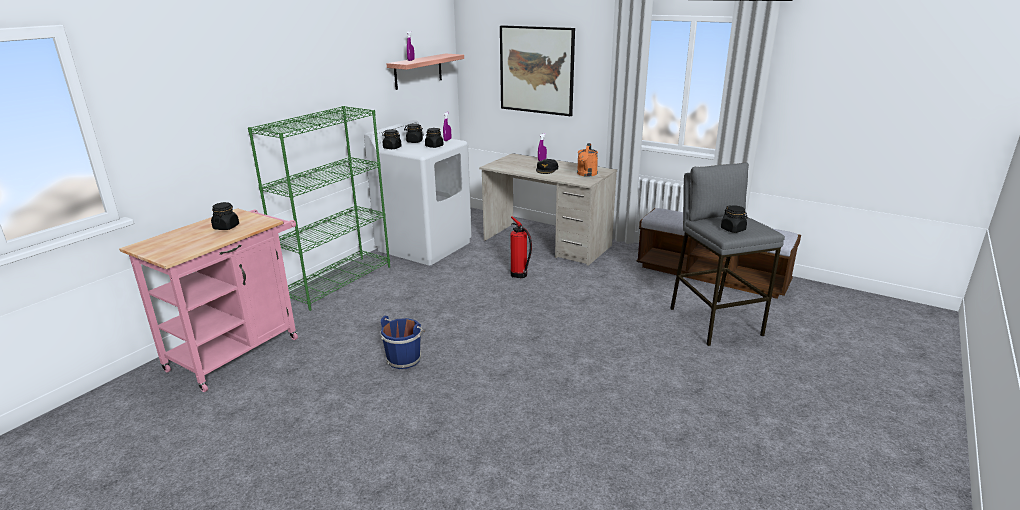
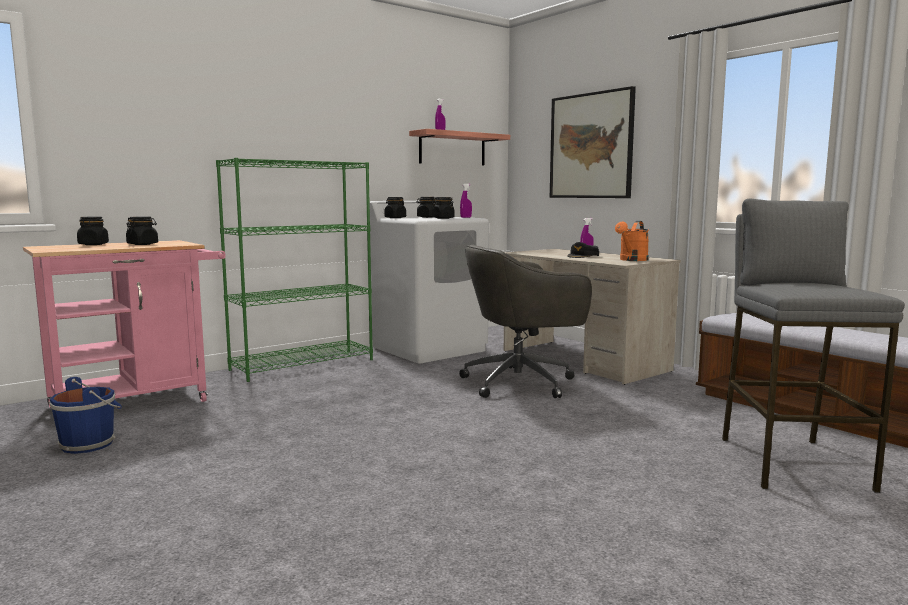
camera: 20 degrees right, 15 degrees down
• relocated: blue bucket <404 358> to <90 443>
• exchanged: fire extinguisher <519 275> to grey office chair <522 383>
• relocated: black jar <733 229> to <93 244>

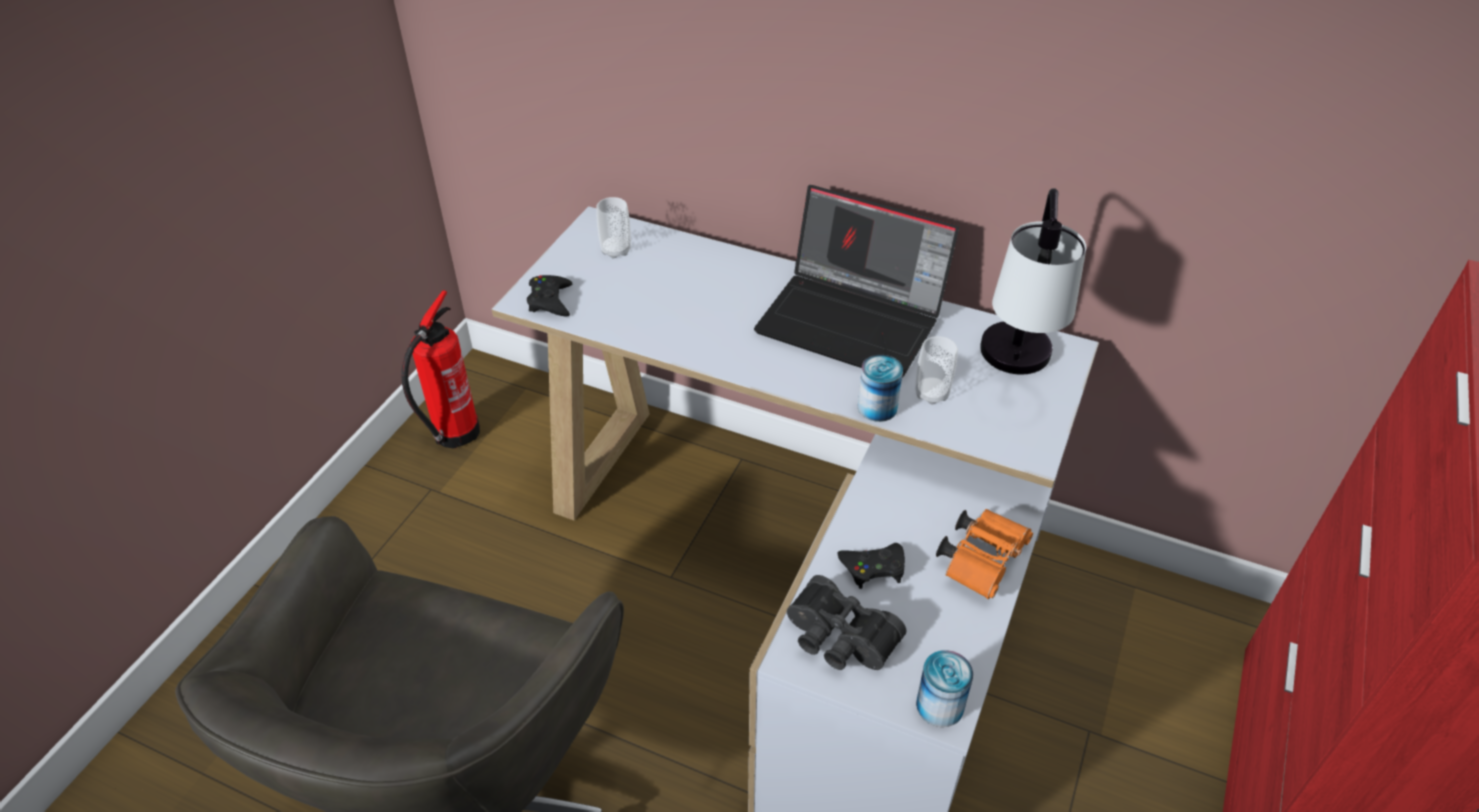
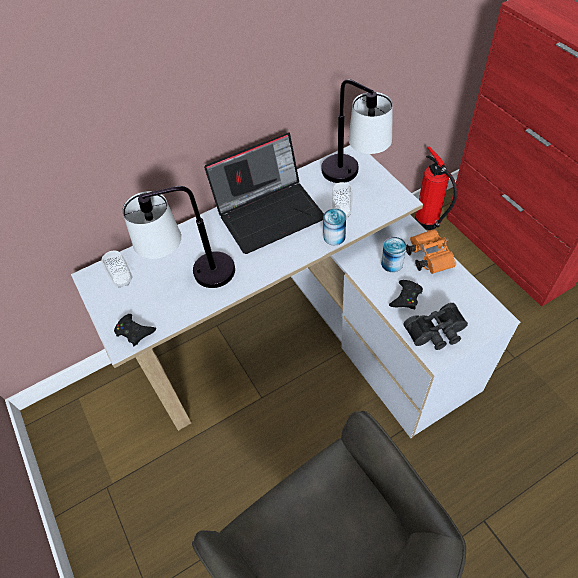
camera: 50 degrees left, 10 degrees up
• relocated: fire extinguisher <453 435> to <428 223>
• relocated: can <940 705> to <392 263>
• appeared: table lamp <195 278>

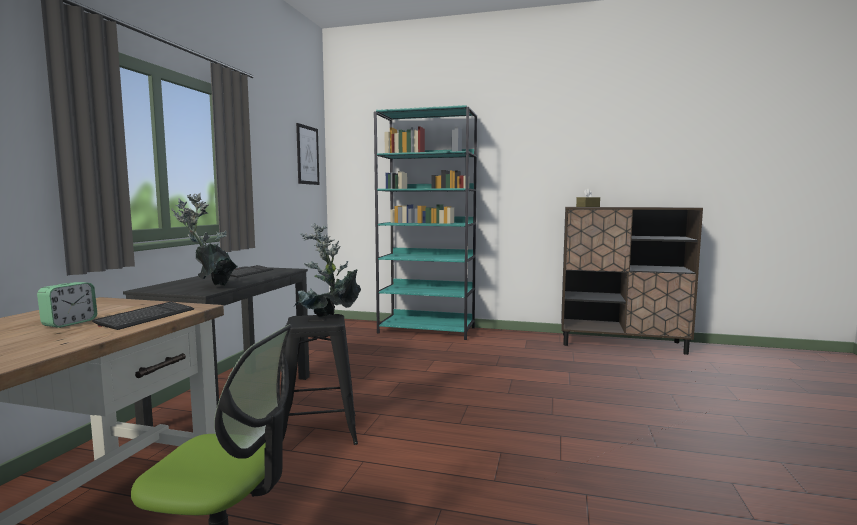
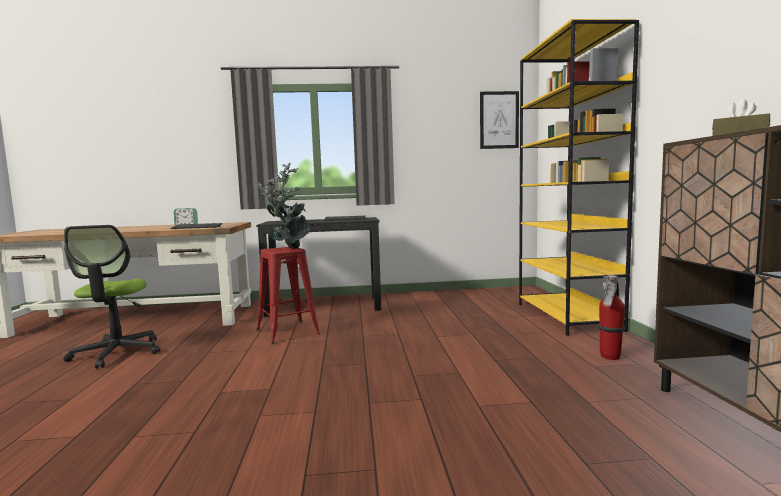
camera: 70 degrees right, 0 degrees up
• colour: black stool <319 432> to red stool <287 331>
• colour: turquoise bookcase <427 330> to yellow bookcase <568 316>
• appeared: fire extinguisher <610 357>

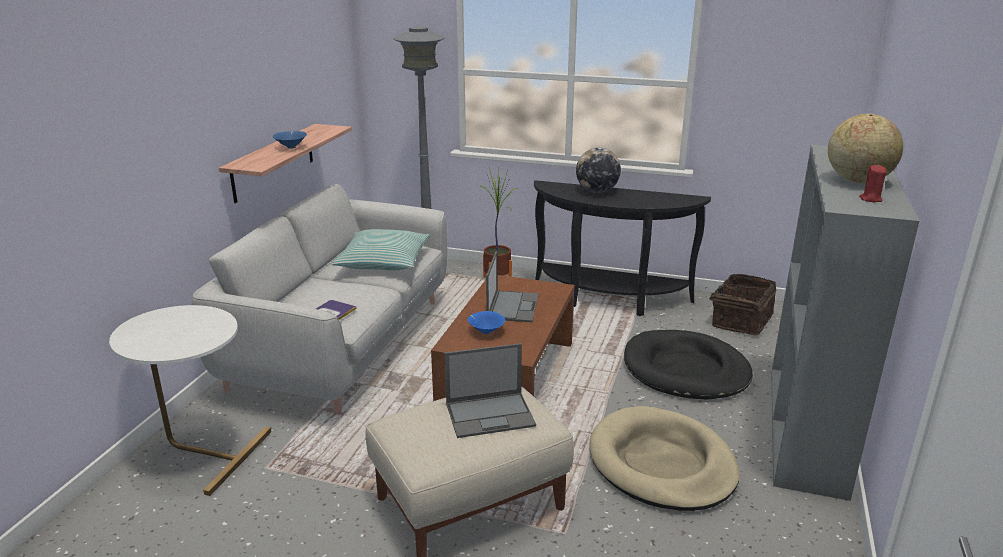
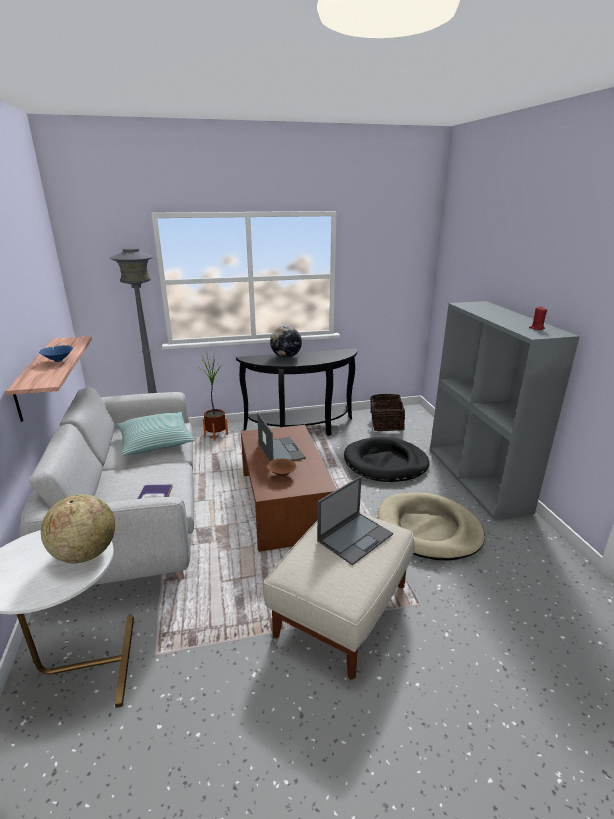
camera: 30 degrees left, 0 degrees up
• colour: blue bowl <485 331> to brown bowl <281 475>
• relocated: globe <857 181> to <85 553>

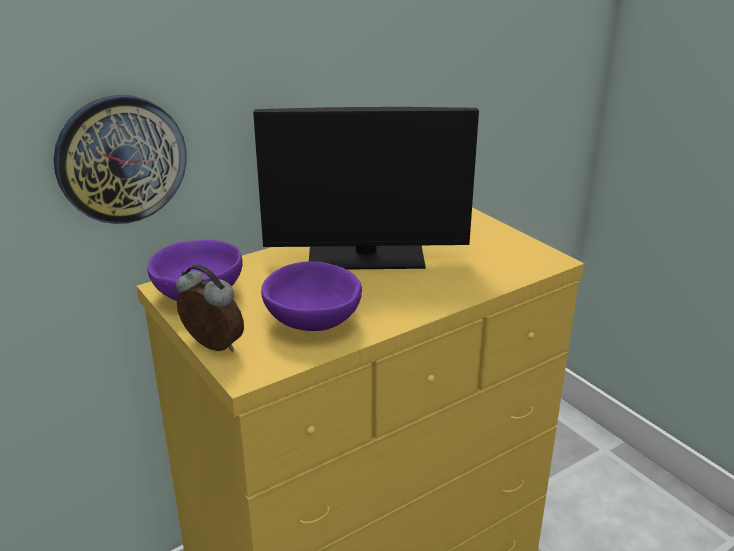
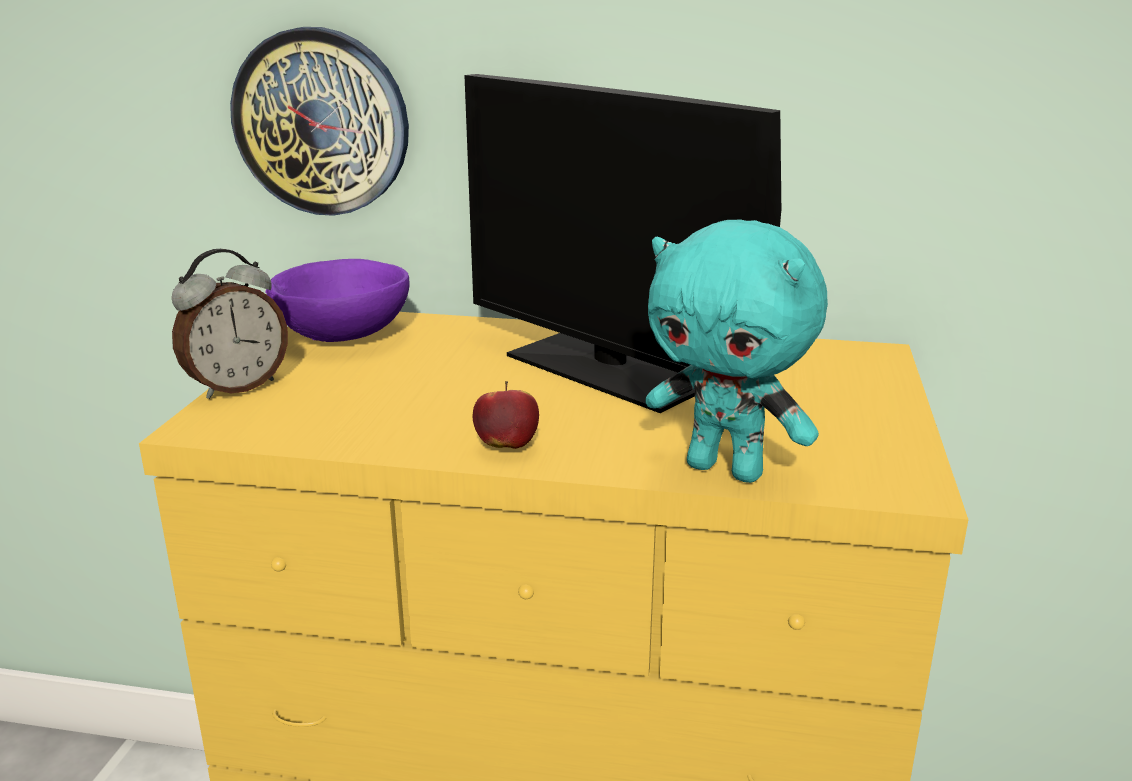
camera: 45 degrees right, 5 degrees down
• spun: alarm clock <212 347> = <237 387> 60 degrees clockwise
• missing: purple bowl <312 322>
• appeared: apple <506 446>
• appeared: turquoise plush toy <727 469>

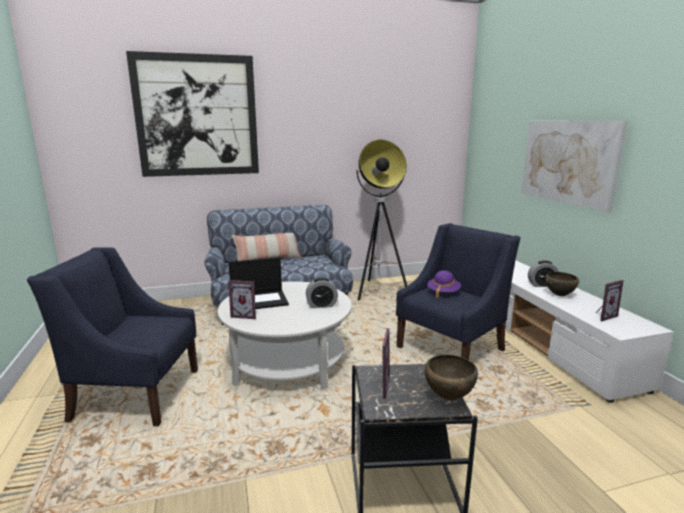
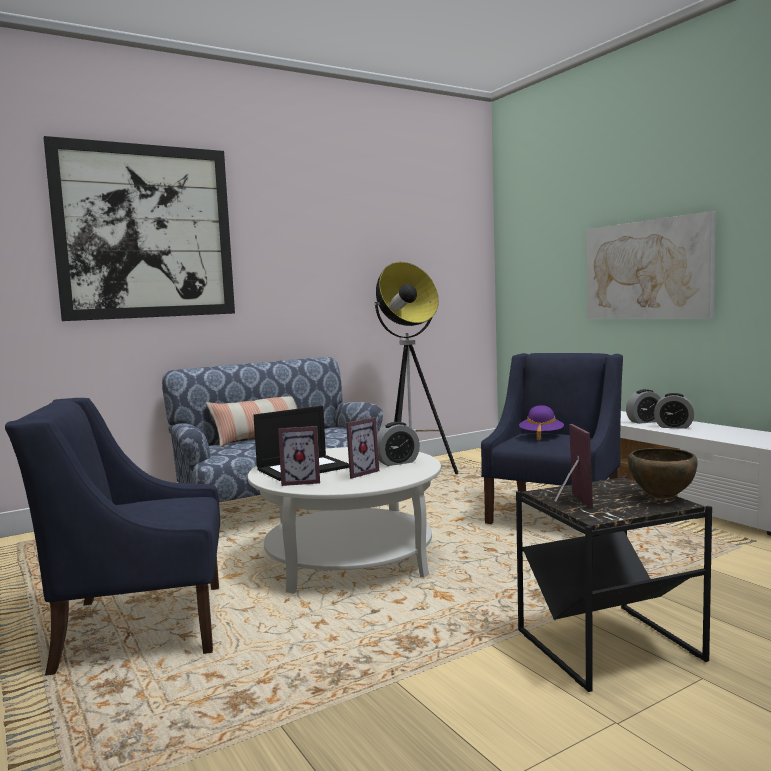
camera: 15 degrees left, 10 degrees down
• exchanged: brown bowl <559 295> to alarm clock <673 427>
• relocated: picture frame <602 316> to <358 473>

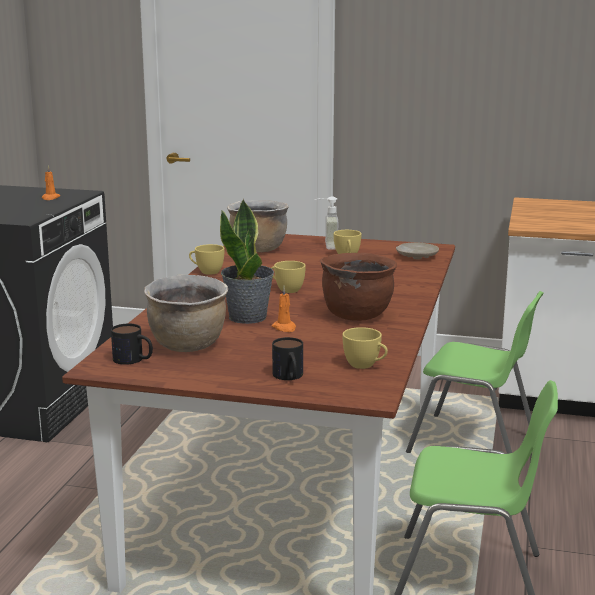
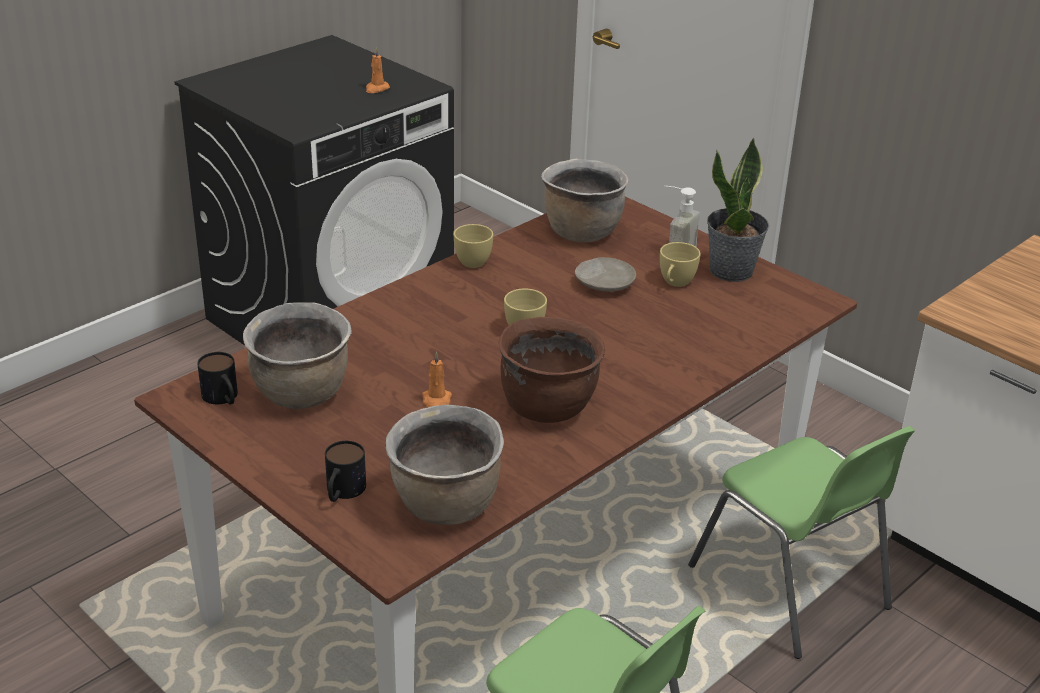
camera: 30 degrees right, 15 degrees up
• relocated: potted plant <248 317> to <732 271>
• exchanged: yellow cup <365 366> to brown cooking pot <446 506>
• relocated: beige plate <416 256> to <604 283>

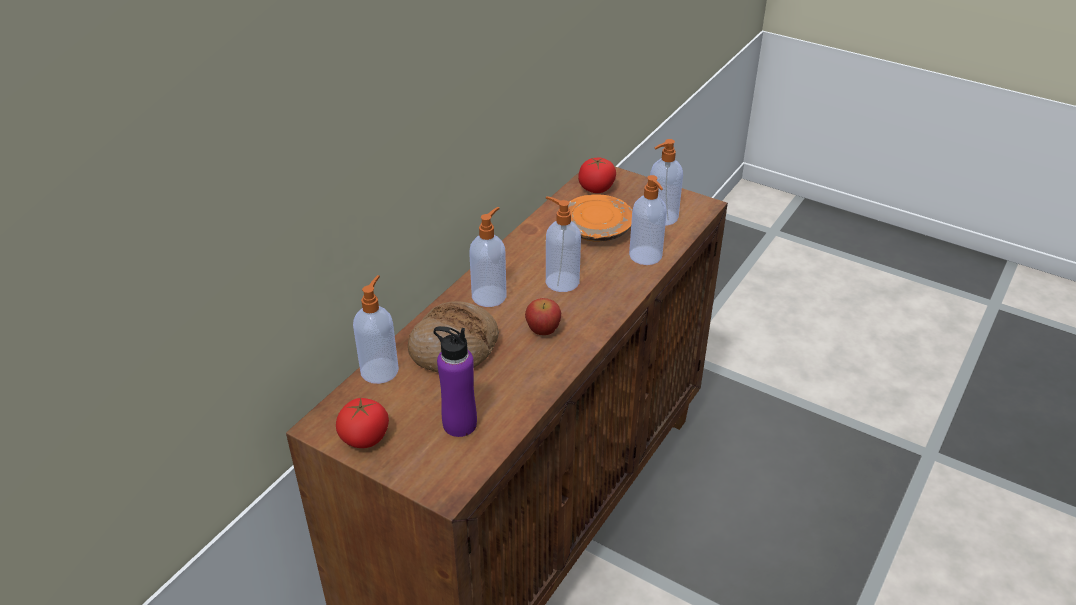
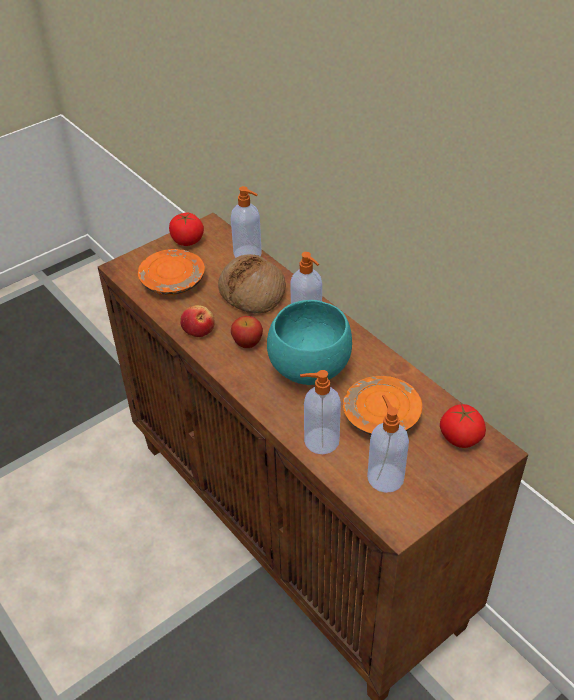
camera: 110 degrees right, 5 degrees up
• exchanged: purple bottle <459 424> to orange plate <173 281>
• exchanged: soap dispenser <561 281> to turquoise bowl <307 369>
• appeared: apple <199 330>

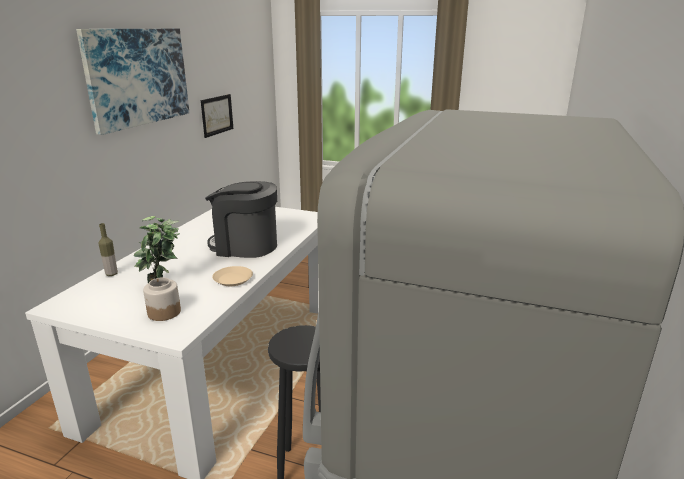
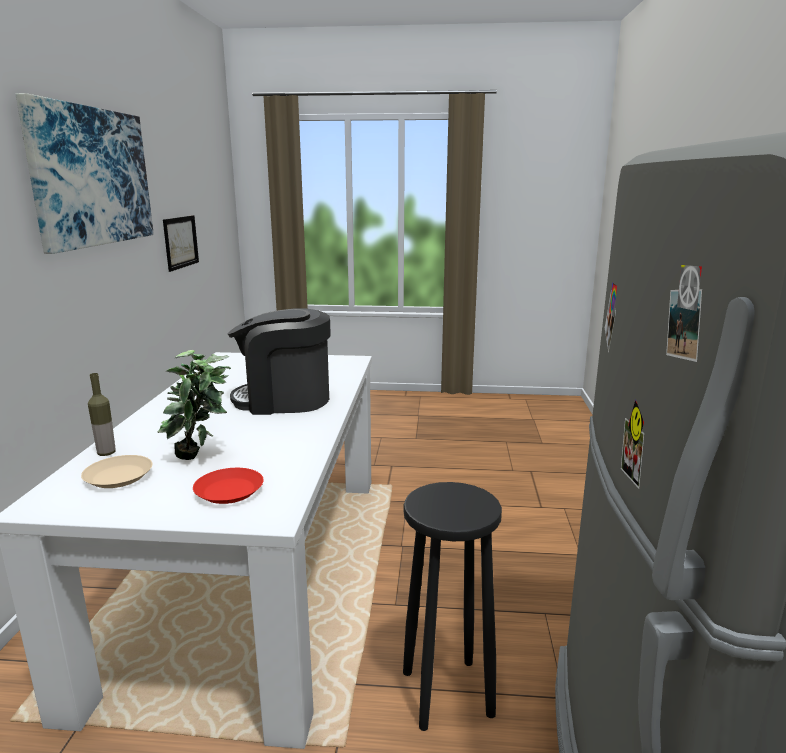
camera: 15 degrees left, 5 degrees down
• exchanged: jar <164 312> to red plate <228 491>
• relocated: beige plate <233 279> to <118 477>

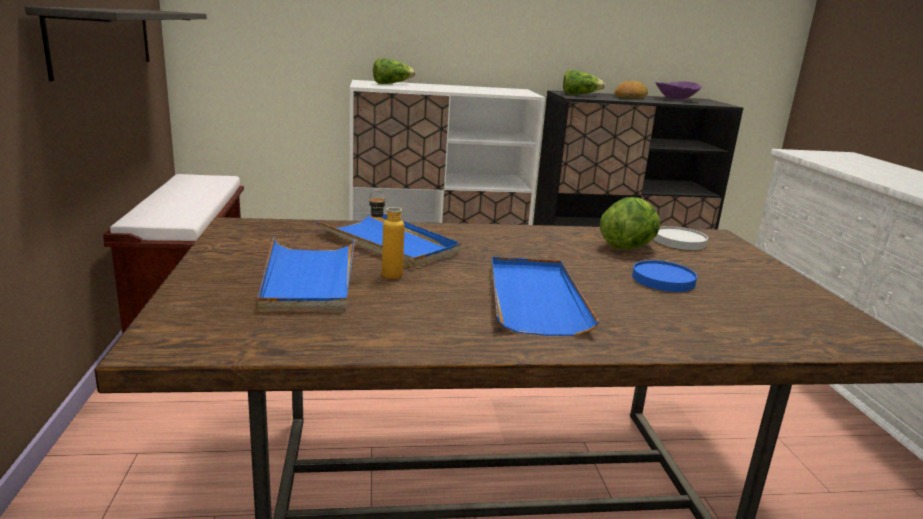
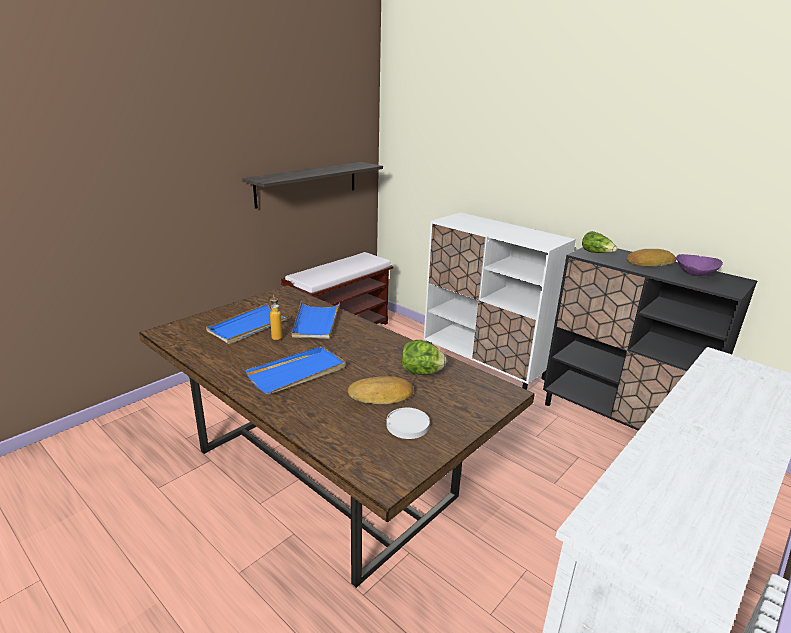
camera: 50 degrees right, 5 degrees up
• missing: lettuce <391 84>
• exchanged: blue plate <663 280> to bread <381 396>
• relocated: white plate <679 241> to <407 425>

